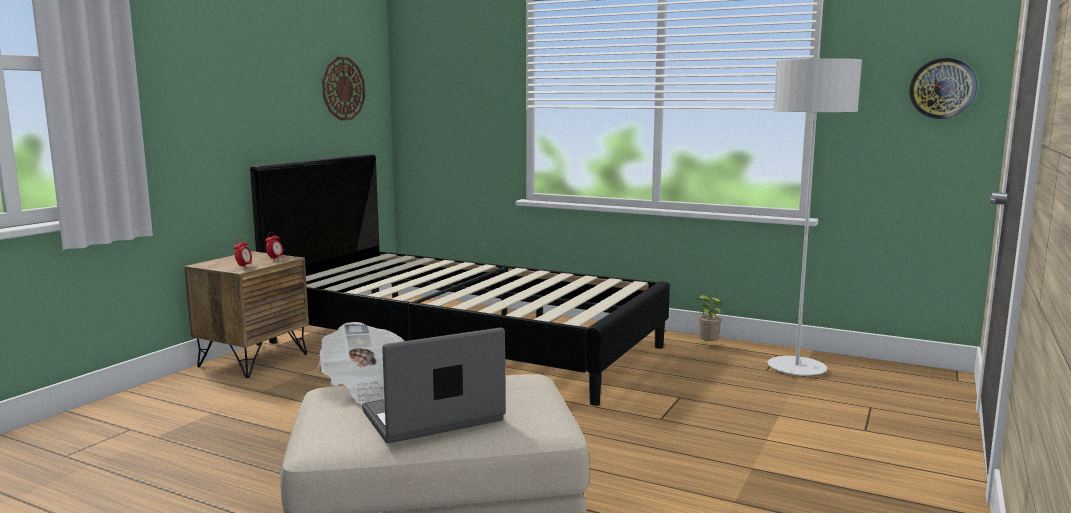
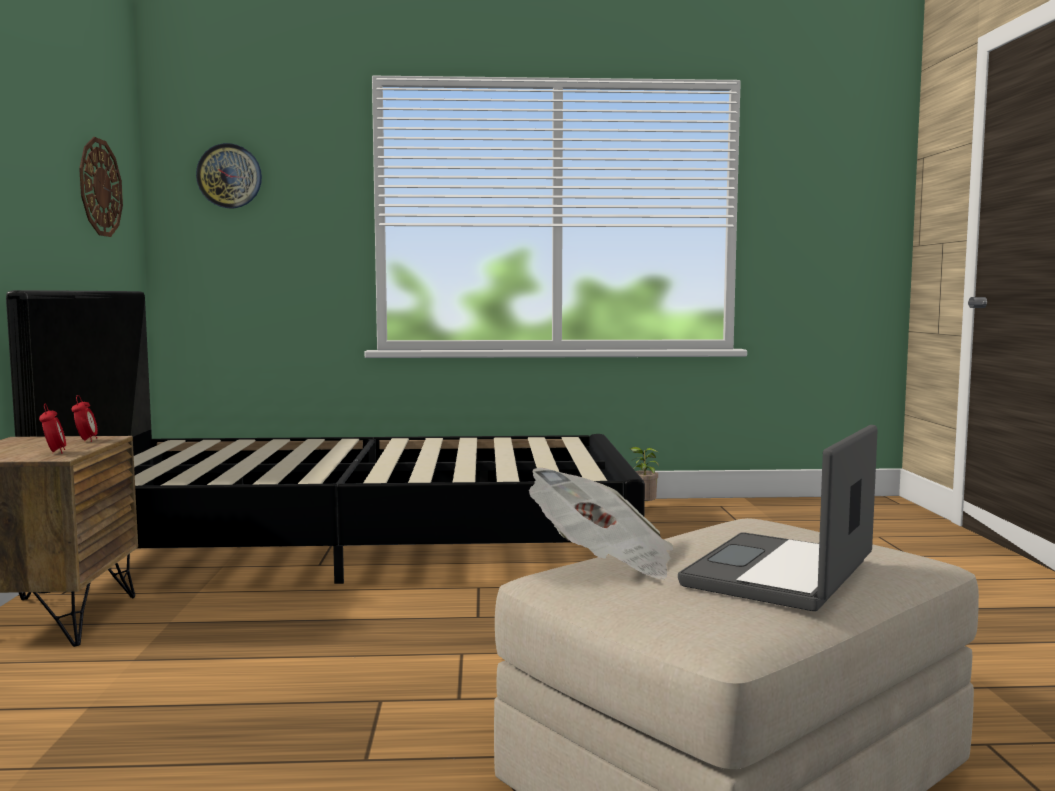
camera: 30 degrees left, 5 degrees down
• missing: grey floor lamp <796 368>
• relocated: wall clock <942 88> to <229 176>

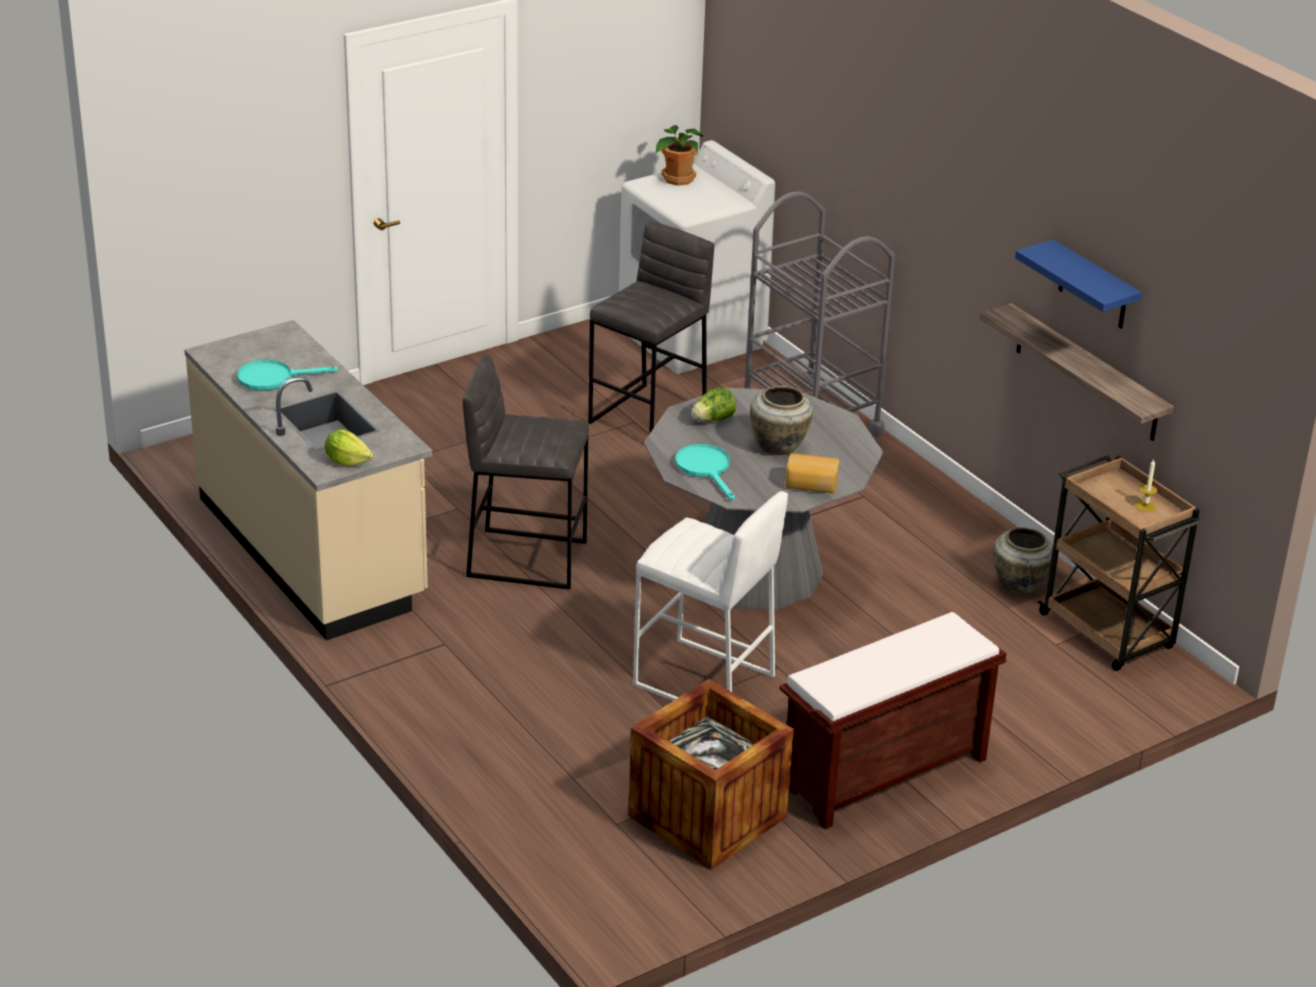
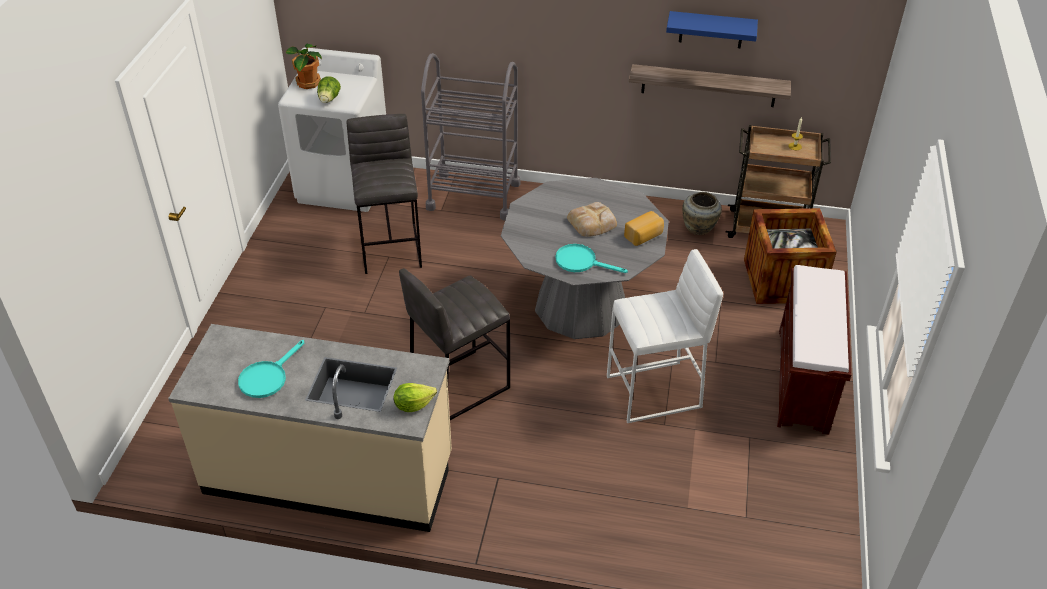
camera: 45 degrees left, 10 degrees up
• relocated: crate <707 816> to <782 280>
• relocated: lettuce <713 420> to <329 99>
• exchanged: beige vase <779 447> to bread <593 223>

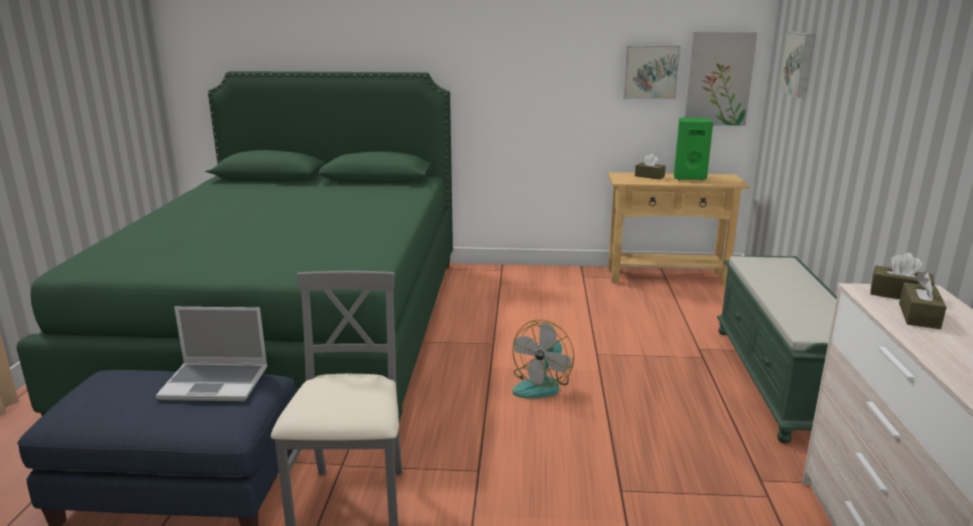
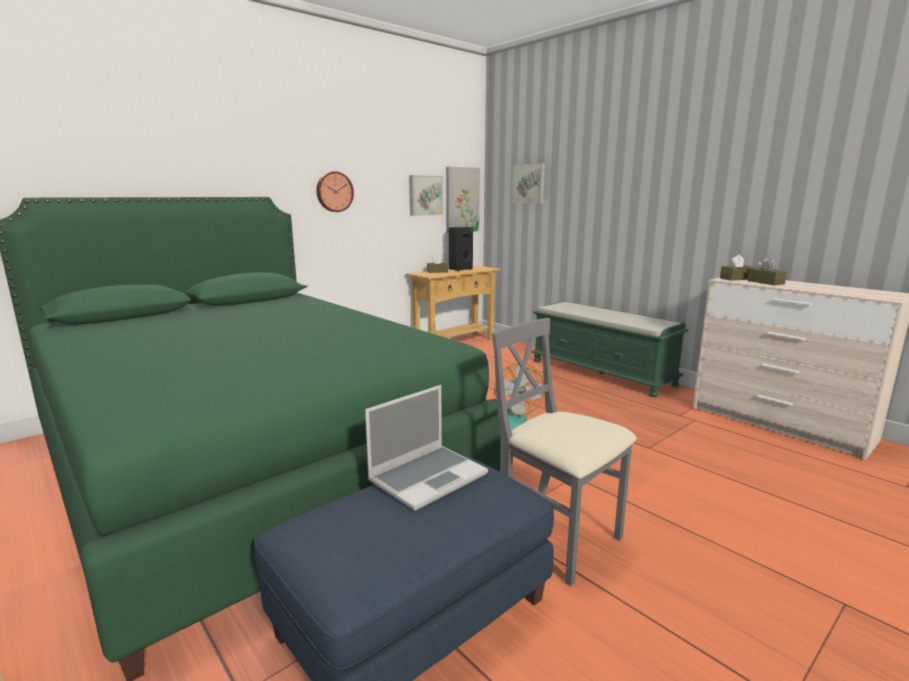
camera: 45 degrees left, 5 degrees down
• colour: green speaker <688 178> to black speaker <460 269>
• appeared: wall clock <334 192>

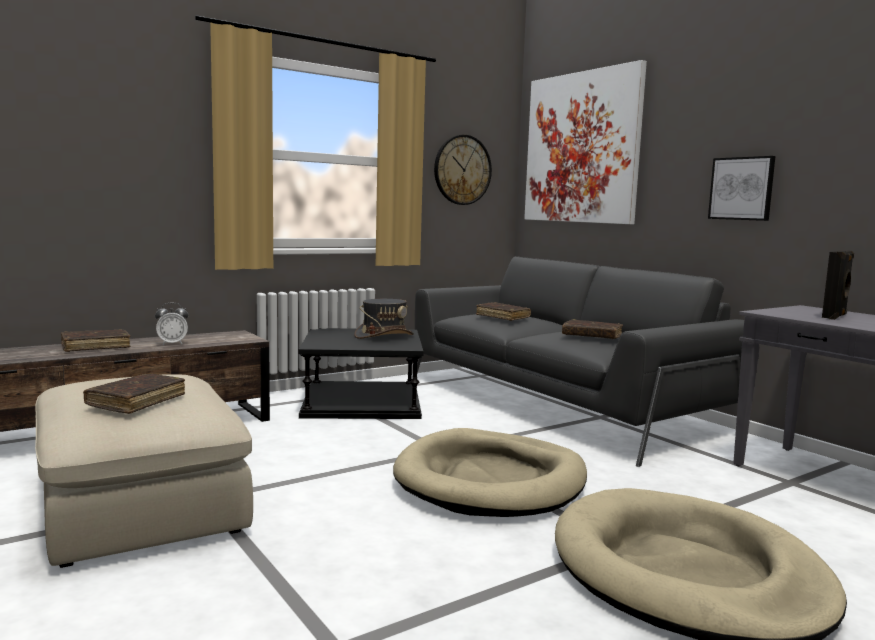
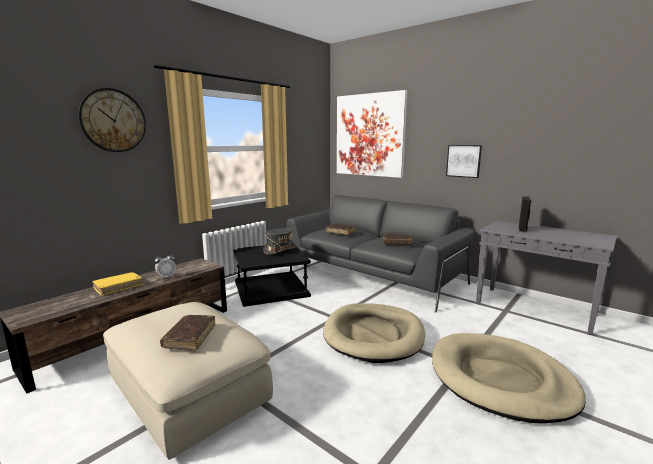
camera: 15 degrees left, 5 degrees up
• colour: brown book <96 347> to yellow book <118 287>
• relocated: wall clock <462 170> to <113 120>

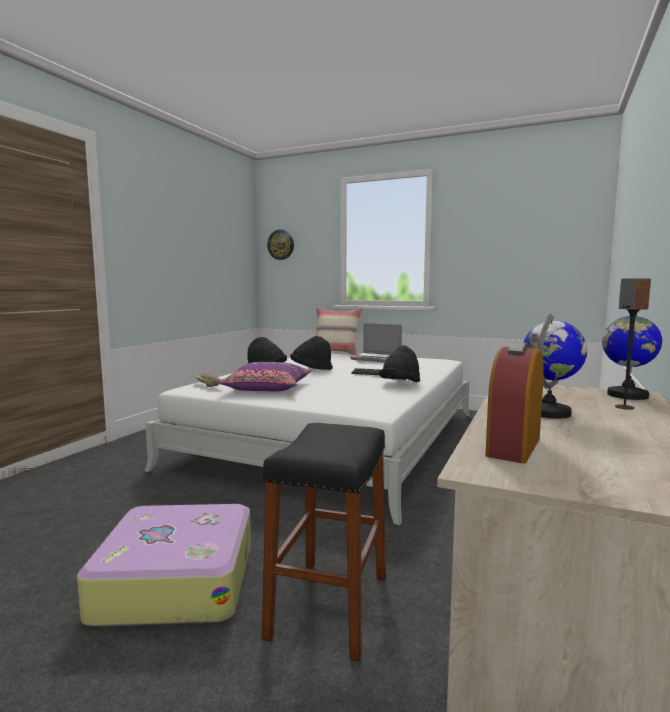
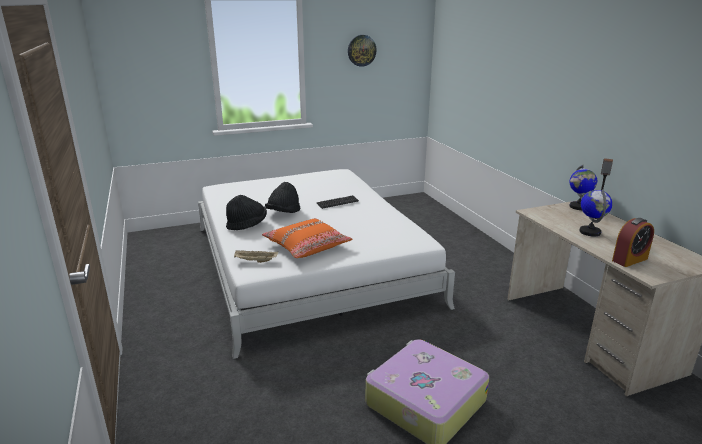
camera: 45 degrees left, 15 degrees up
• colour: purple pillow <268 388> to orange pillow <307 246>
• missing: black stool <329 605>
• relocated: wall clock <281 244> to <361 50>
• missing: beige pillow <336 352>
• missing: laptop <377 359>
• missing: black hat <400 384>
• spun: alarm clock <513 447> = <629 259> 105 degrees counterclockwise

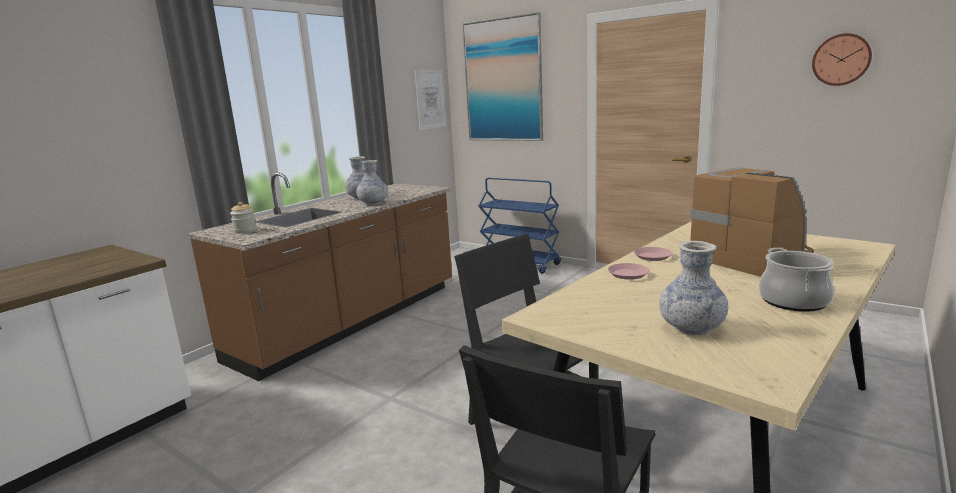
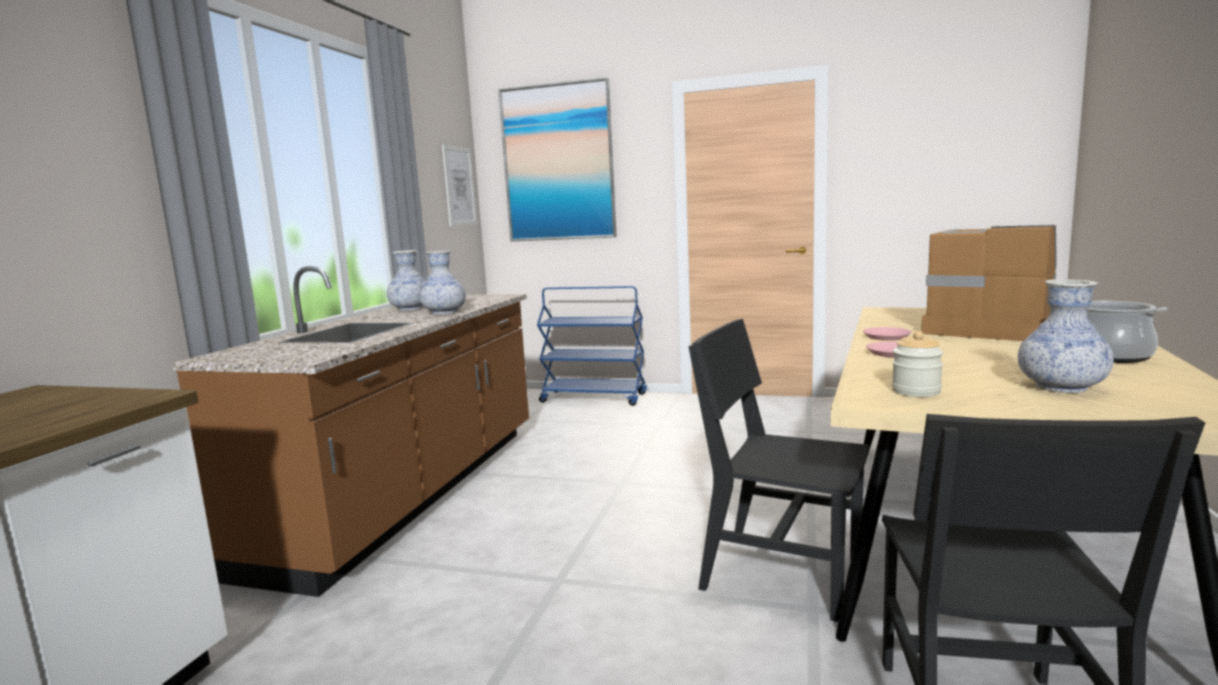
camera: 20 degrees left, 5 degrees down
• relocated: jar <245 231> to <916 391>
• missing: wall clock <841 60>

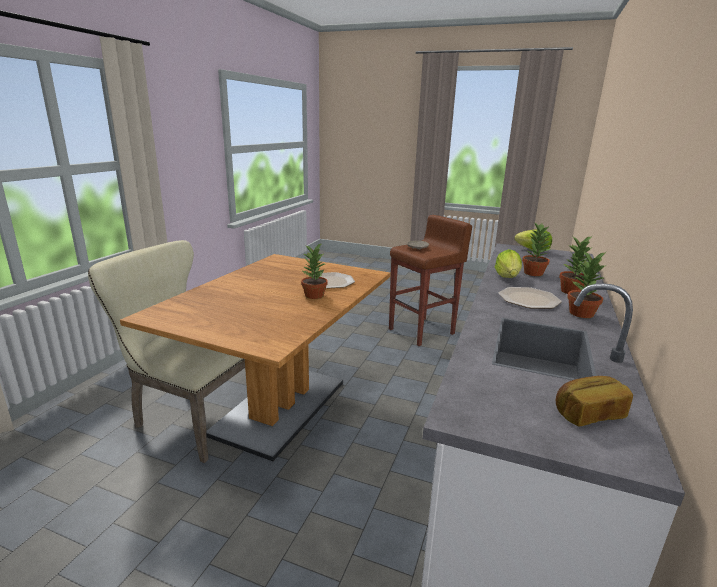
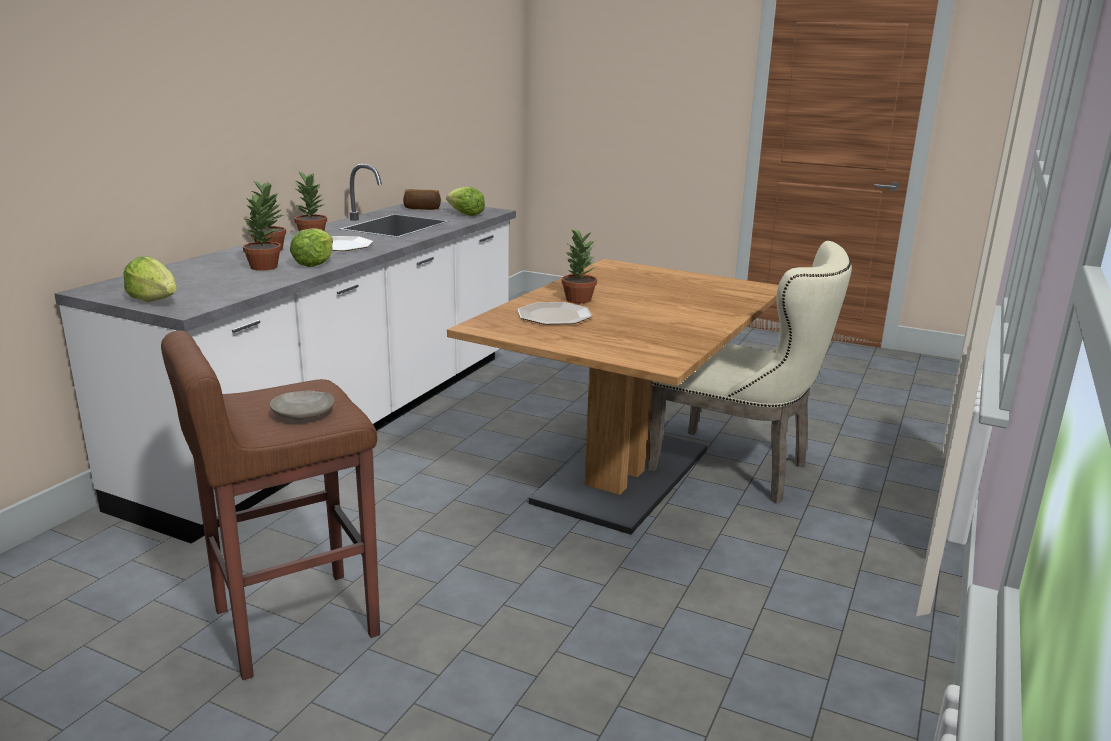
camera: 175 degrees left, 0 degrees up
• appeared: lettuce <465 214>

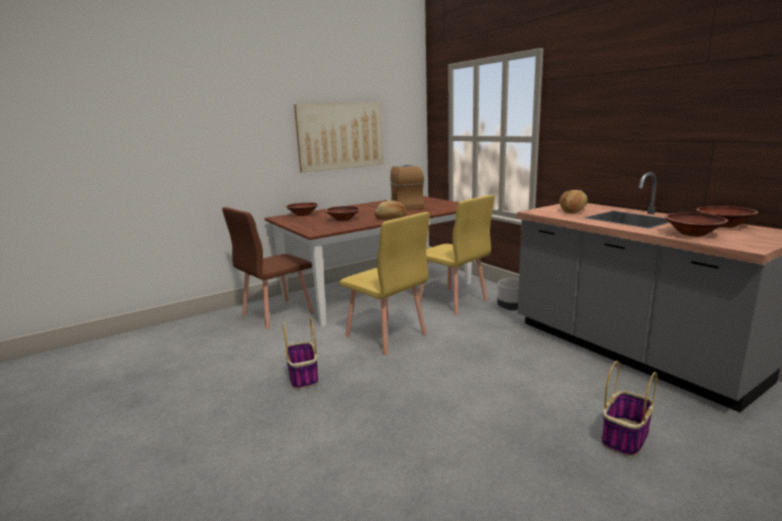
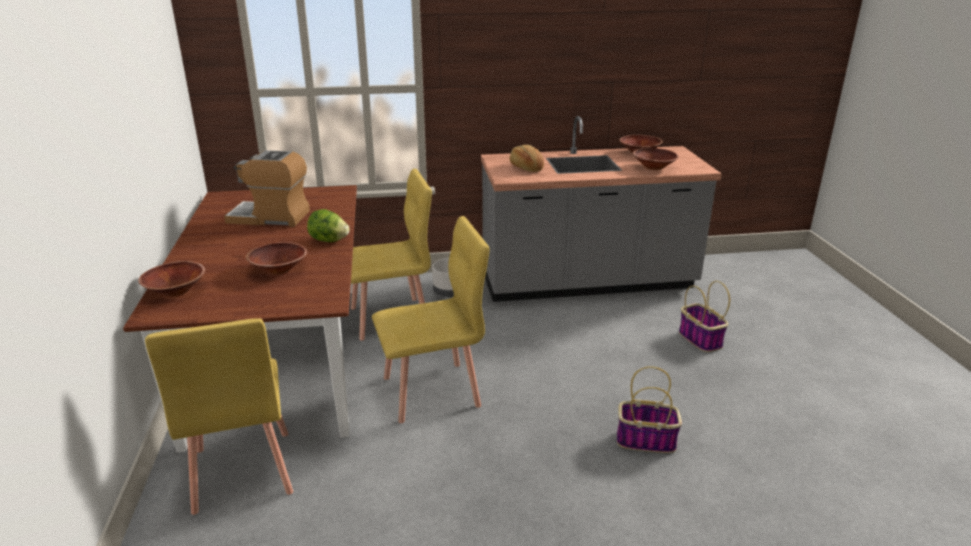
camera: 65 degrees left, 10 degrees up
• colour: brown chair <277 314> to yellow chair <242 471>
• relocated: basket <303 377> to <646 440>
• missing: picture <341 136>
• exchanged: bread <391 218> to lettuce <329 241>

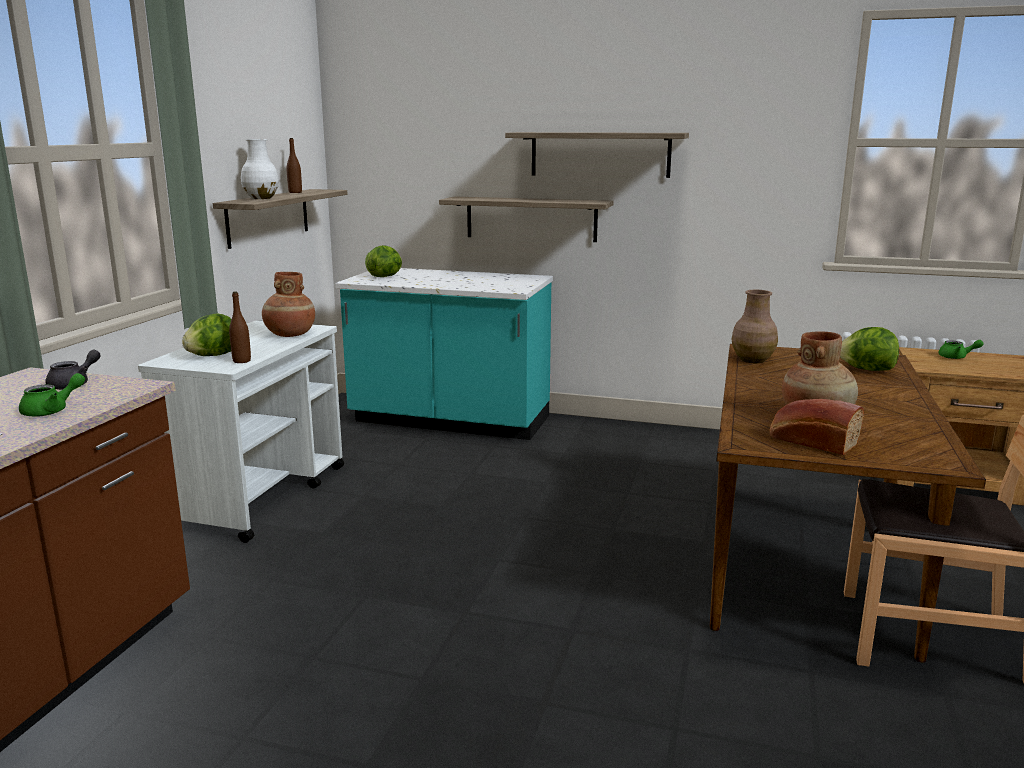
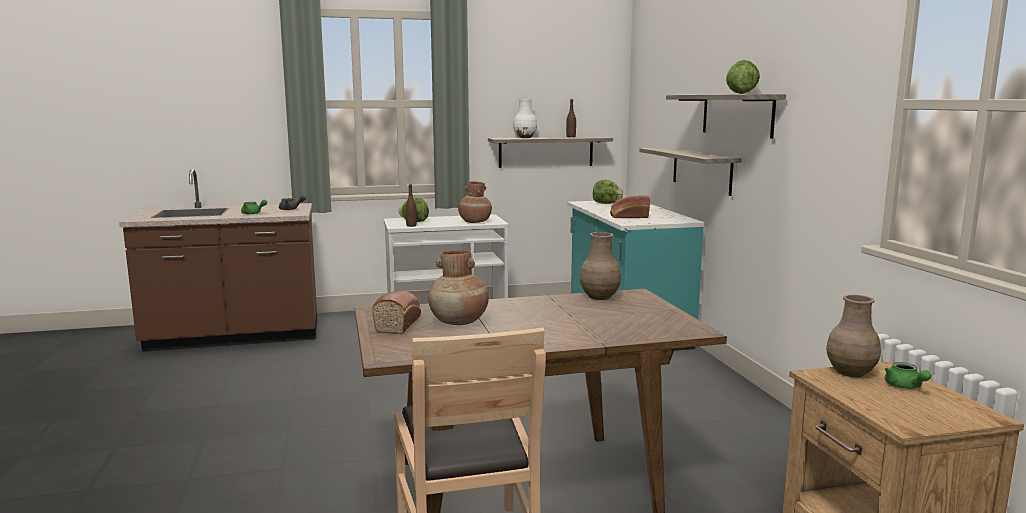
camera: 60 degrees right, 5 degrees down
• relocated: lettuce <867 370> to <740 94>
• appeared: bread <629 217>
• appeared: brown vase <851 372>

